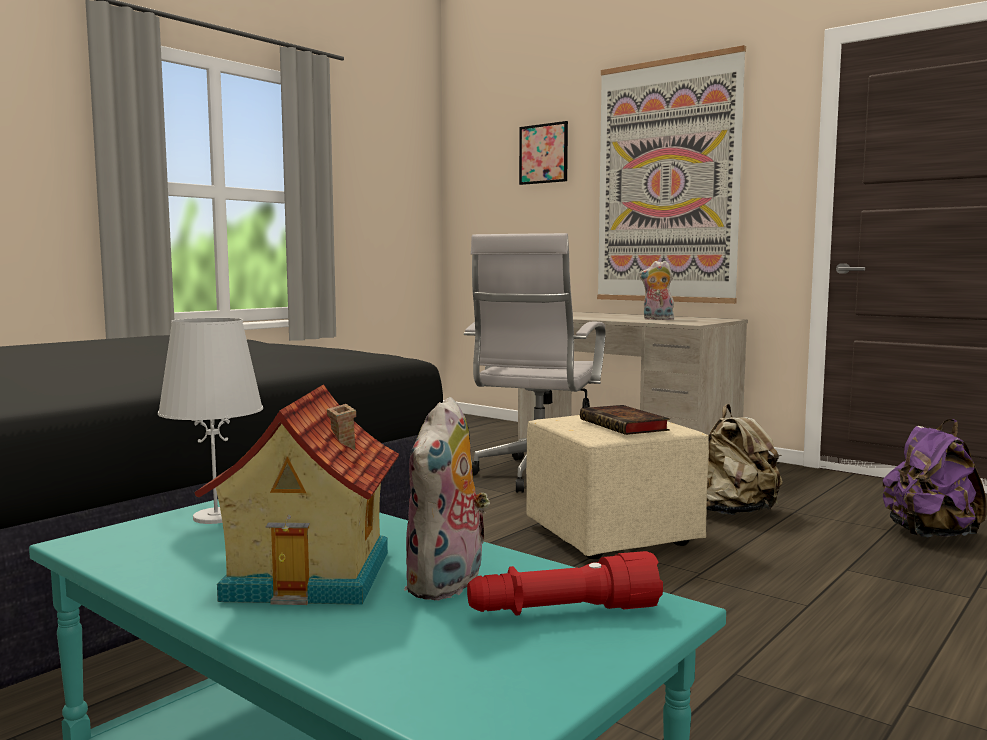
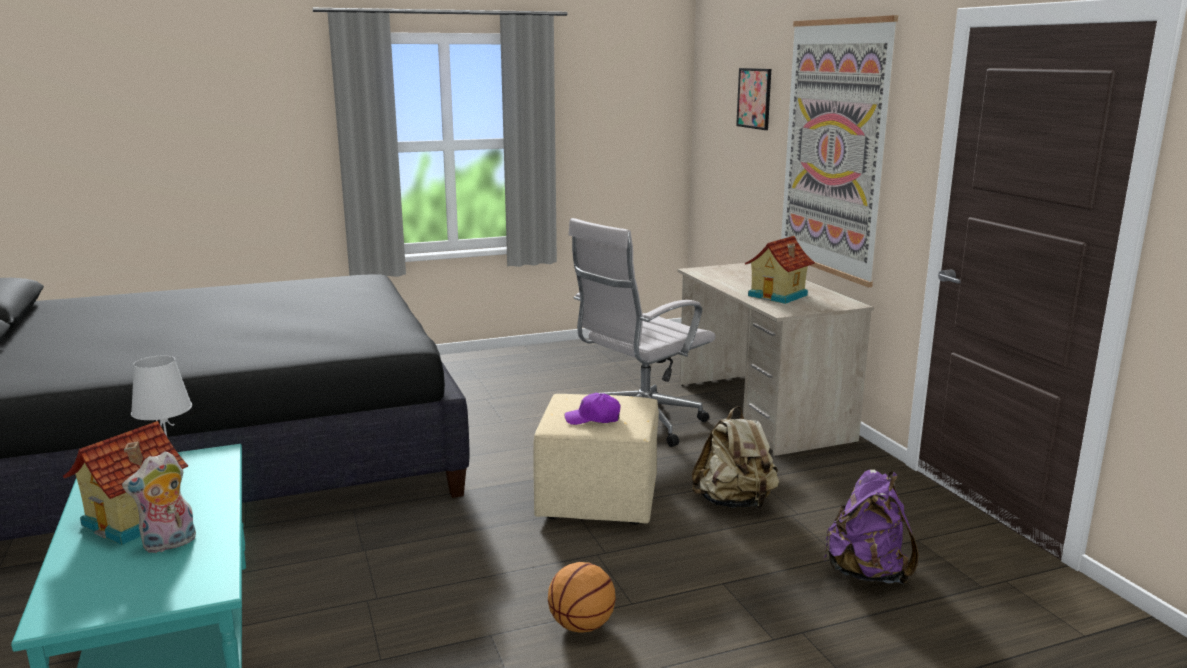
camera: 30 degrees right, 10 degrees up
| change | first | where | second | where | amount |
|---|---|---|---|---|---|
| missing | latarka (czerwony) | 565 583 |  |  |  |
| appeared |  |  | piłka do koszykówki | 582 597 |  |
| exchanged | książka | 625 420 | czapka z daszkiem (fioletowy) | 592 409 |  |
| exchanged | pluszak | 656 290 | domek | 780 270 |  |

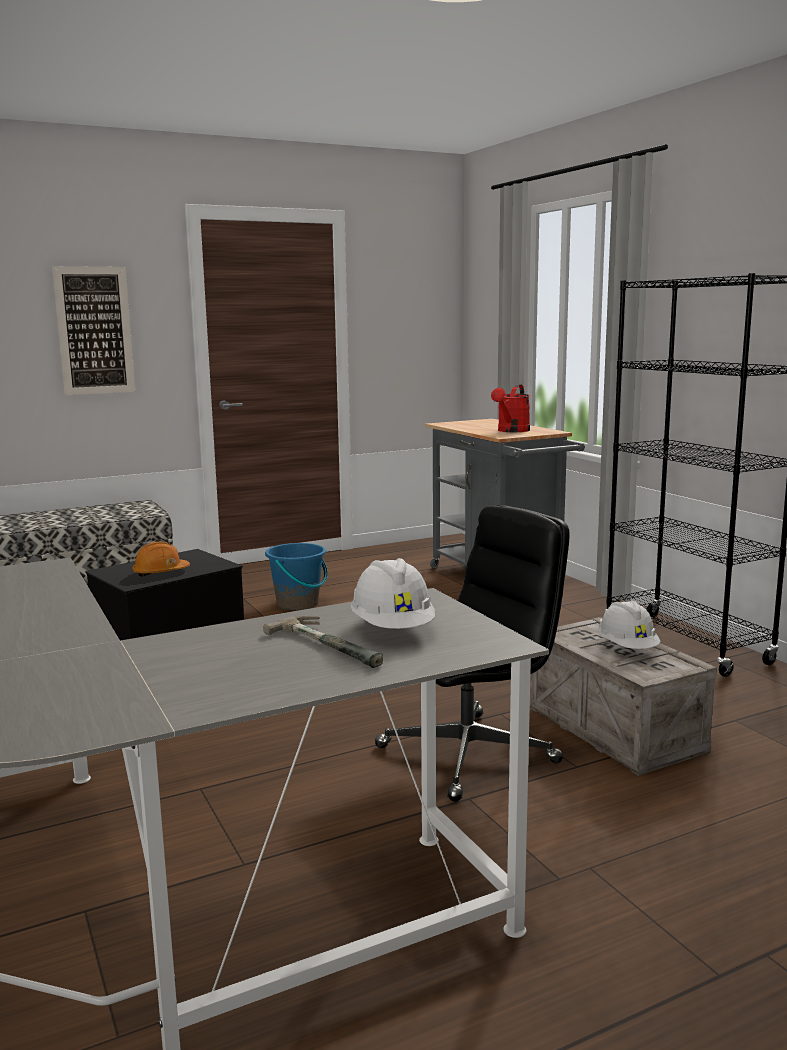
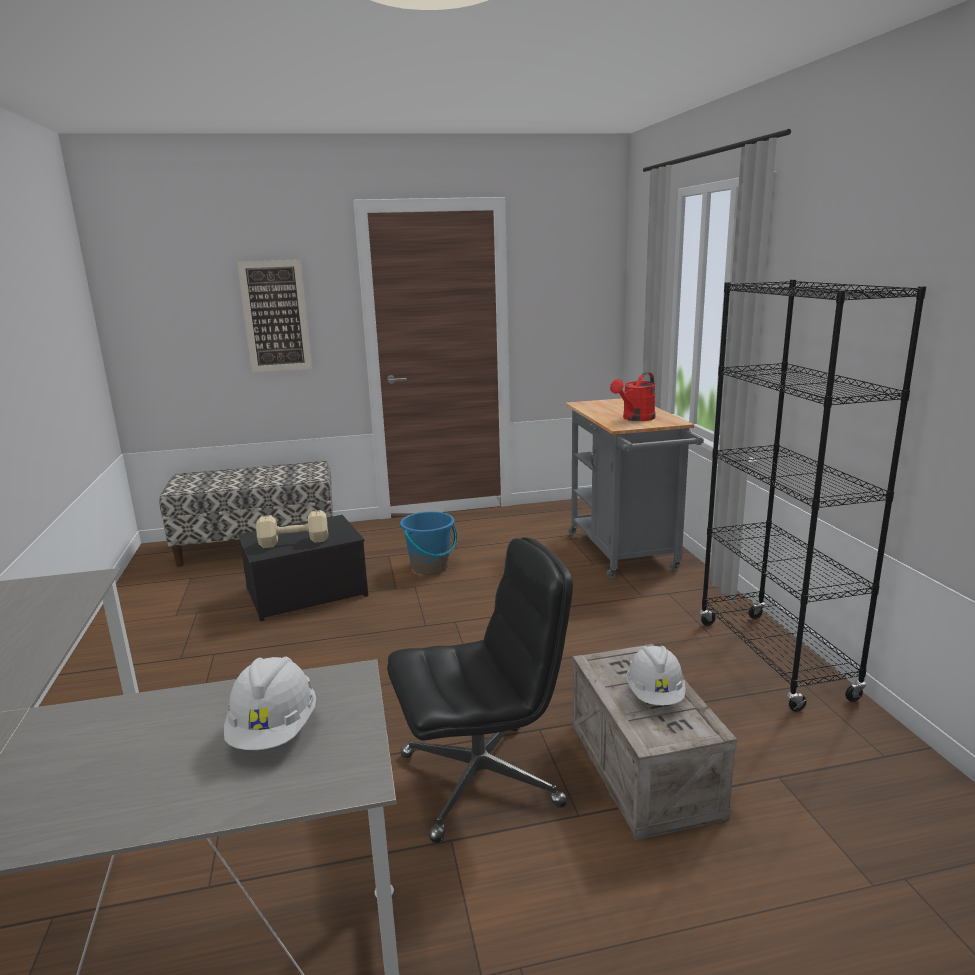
camera: 15 degrees right, 5 degrees up
| change | first | where | second | where | amount |
|---|---|---|---|---|---|
| missing | młotek | 323 642 |  |  |  |
| exchanged | kask (pomarańczowy) | 161 559 | hantel (beżowy) | 292 529 |  |

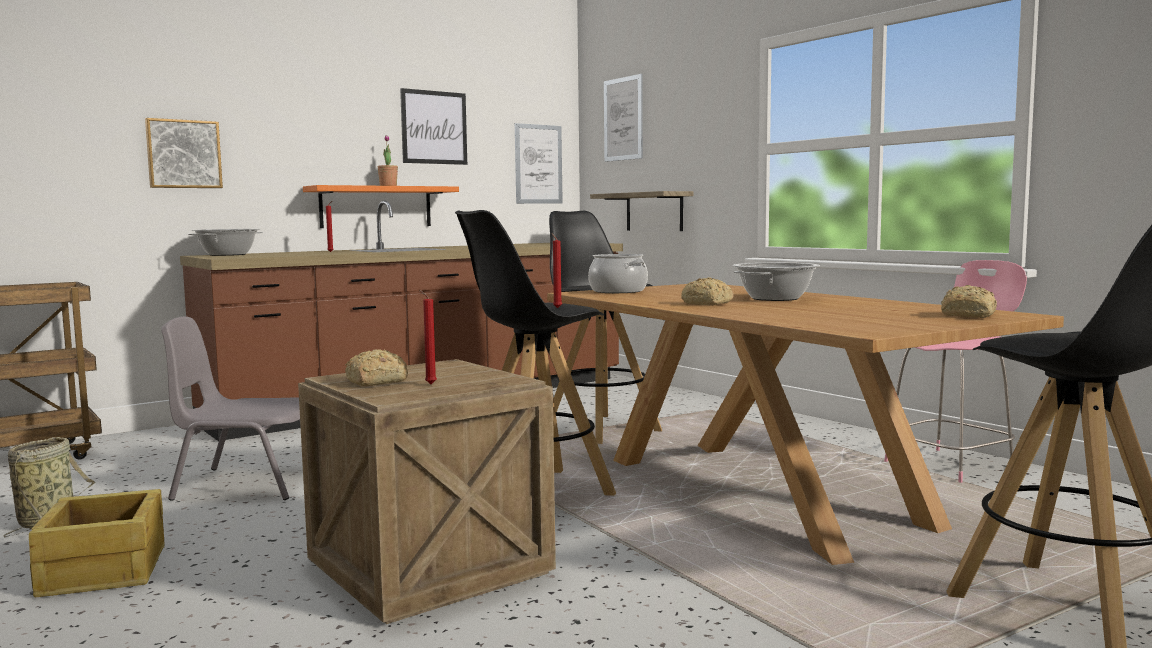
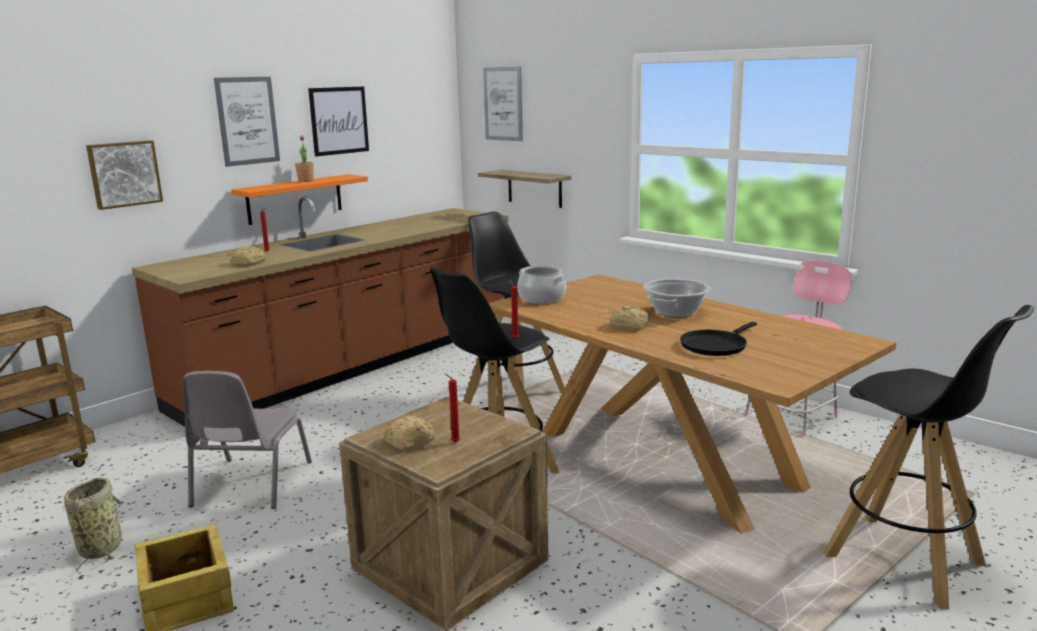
camera: 10 degrees left, 10 degrees up
| change | first | where | second | where | amount |
|---|---|---|---|---|---|
| missing | garnek | 225 242 |  |  |  |
| appeared |  |  | patelnia (czarny) | 718 339 |  |
| relocated | obraz | 539 163 |  | 247 122 |  |
| relocated | chleb | 969 301 |  | 248 256 |  |
| spun | krzesło (szary) | 230 408 |  | 247 440 | 75 degrees counterclockwise |

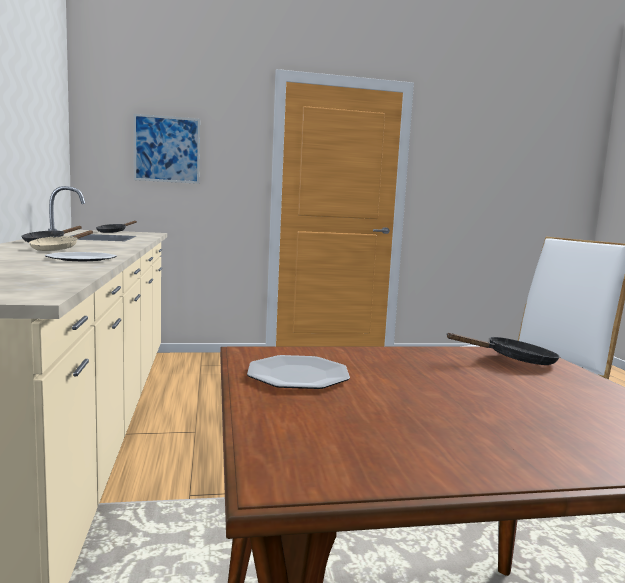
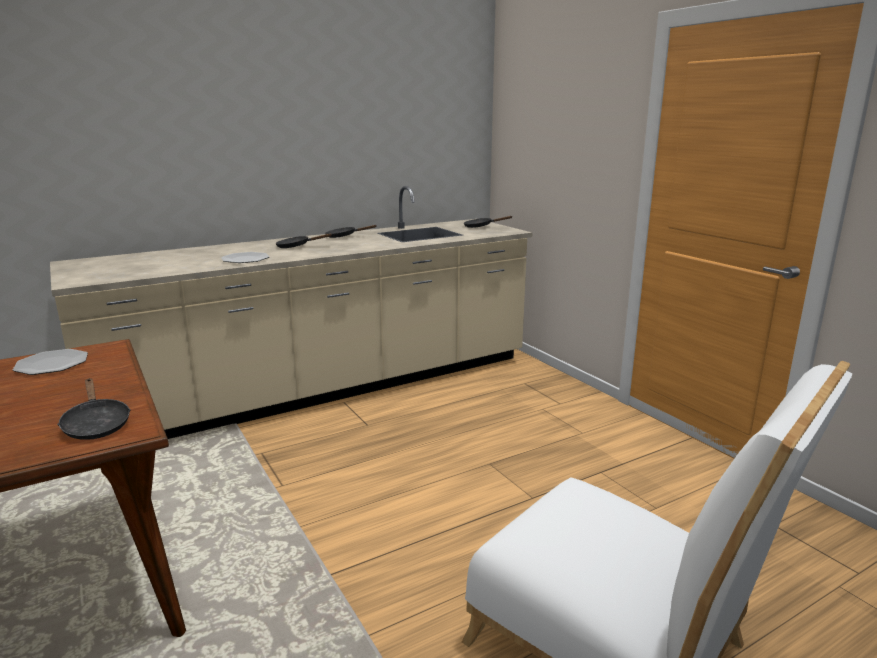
camera: 70 degrees right, 10 degrees up
| change | first | where | second | where | amount |
|---|---|---|---|---|---|
| missing | obraz | 167 149 |  |  |  |
| colour | patelnia (beżowy) | 61 240 | patelnia (czarny) | 303 240 |  |

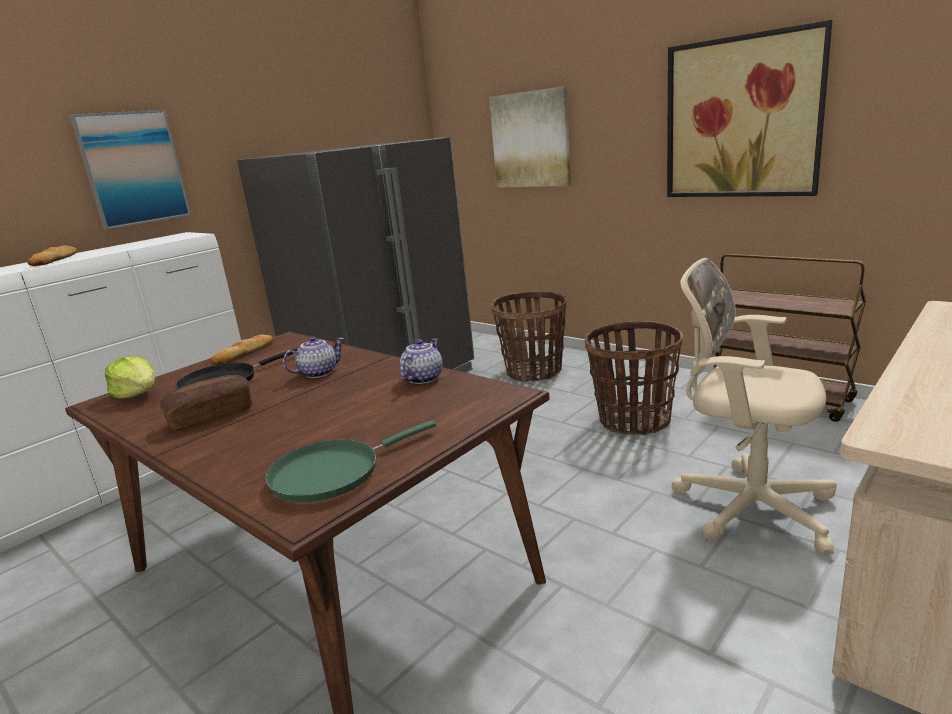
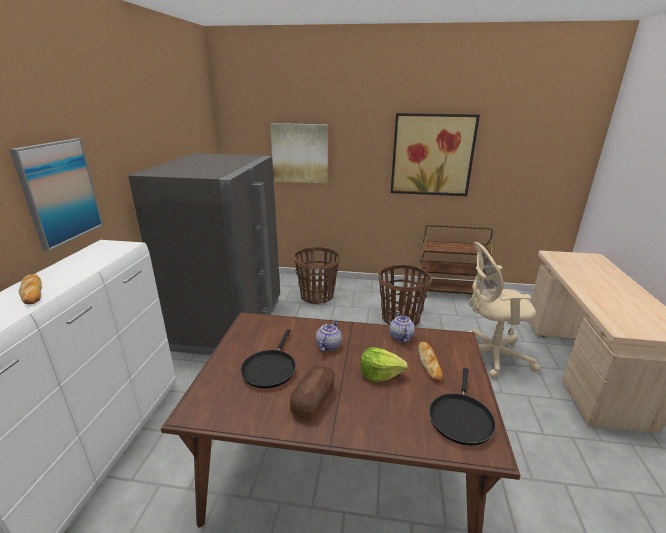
camera: 35 degrees left, 5 degrees up
| change | first | where | second | where | amount |
|---|---|---|---|---|---|
| relocated | sałata | 130 377 |  | 384 364 |  |
| relocated | chleb | 241 349 |  | 430 362 |  |
| colour | patelnia (zielony) | 350 461 | patelnia (czarny) | 462 407 |  |

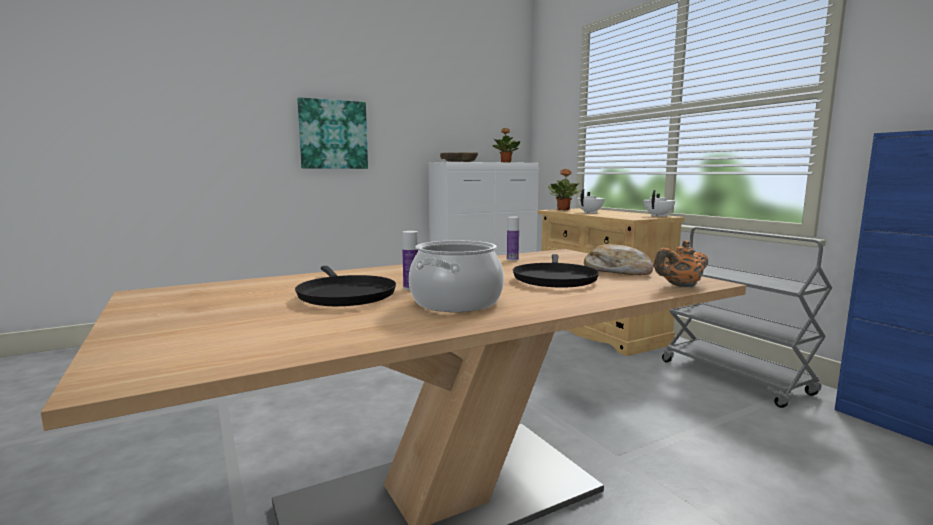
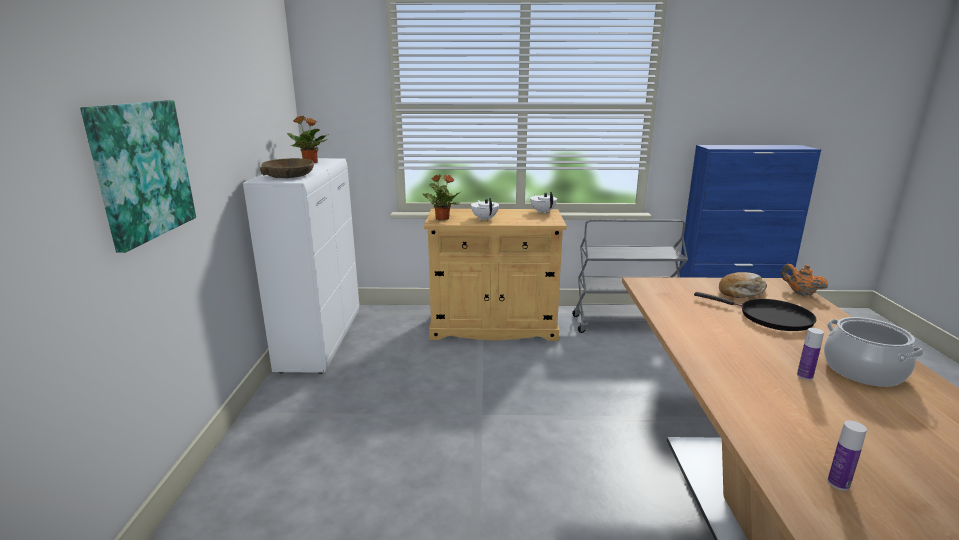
camera: 60 degrees left, 10 degrees up
| change | first | where | second | where | amount |
|---|---|---|---|---|---|
| missing | patelnia (czarny) | 345 286 |  |  |  |
| relocated | butelka | 513 239 |  | 847 456 |  |
| spun | imbryk (pomarańczowy) | 681 263 |  | 805 280 | 135 degrees clockwise |

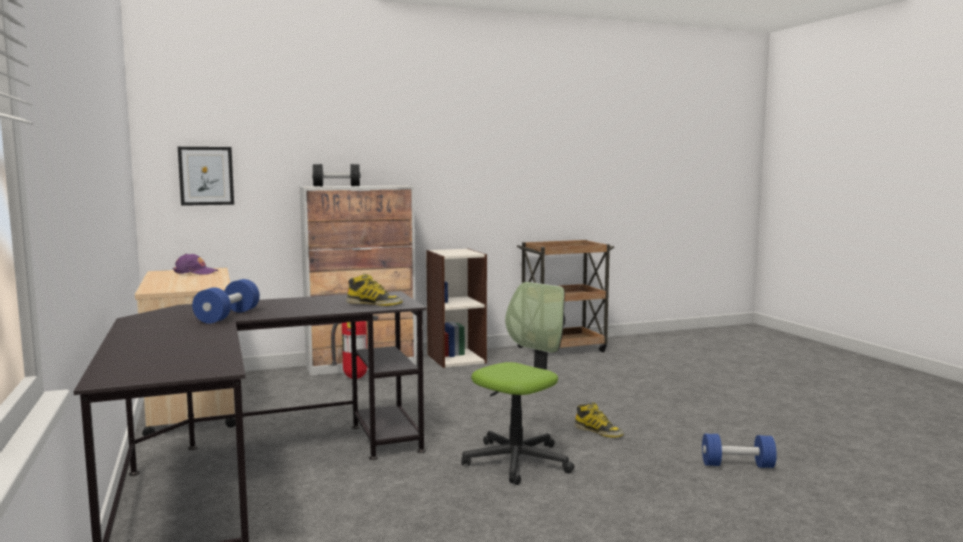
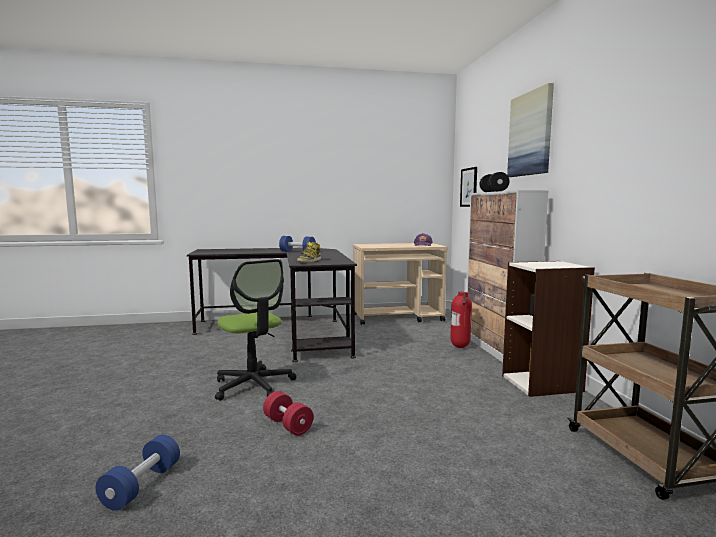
camera: 100 degrees right, 0 degrees up
| change | first | where | second | where | amount |
|---|---|---|---|---|---|
| appeared |  |  | obraz | 530 130 |  |
| exchanged | but z cholewką | 599 419 | hantel (czerwony) | 288 413 |  |

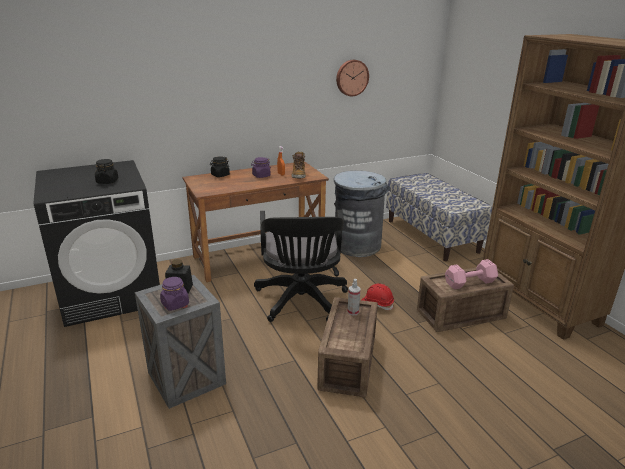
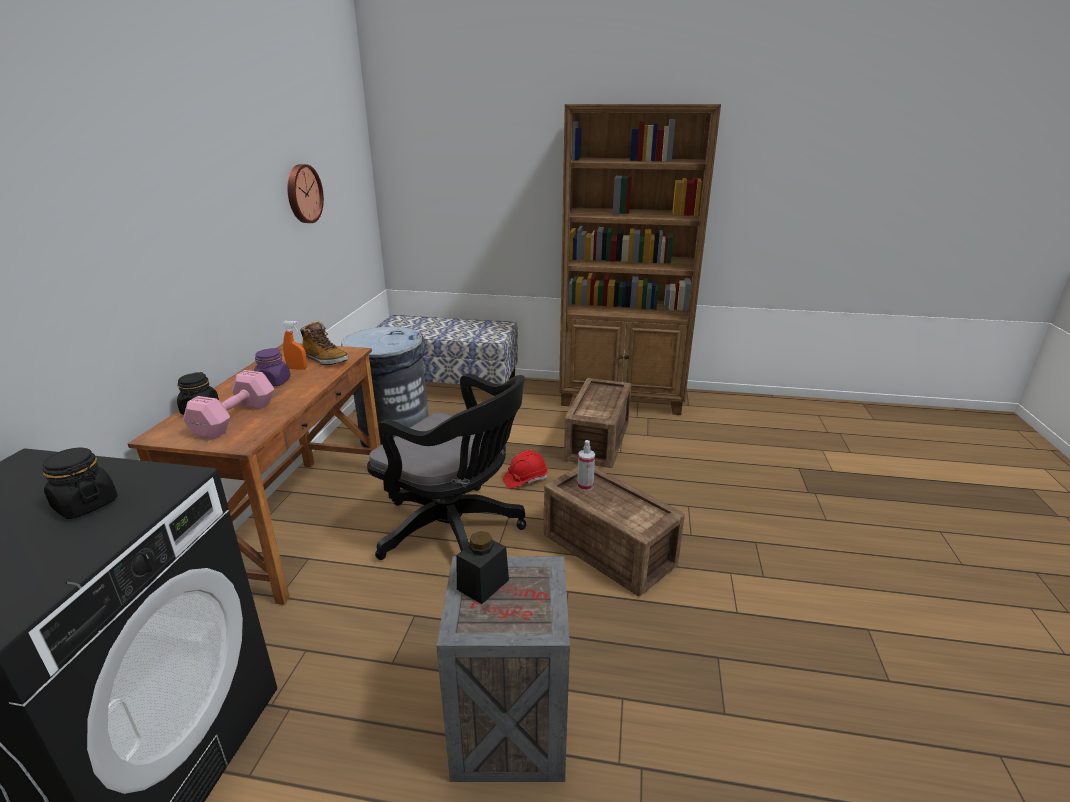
camera: 55 degrees left, 0 degrees up
| change | first | where | second | where | amount |
|---|---|---|---|---|---|
| missing | słoik (fioletowy) | 174 294 |  |  |  |
| relocated | hantel (różowy) | 471 274 |  | 228 404 |  |

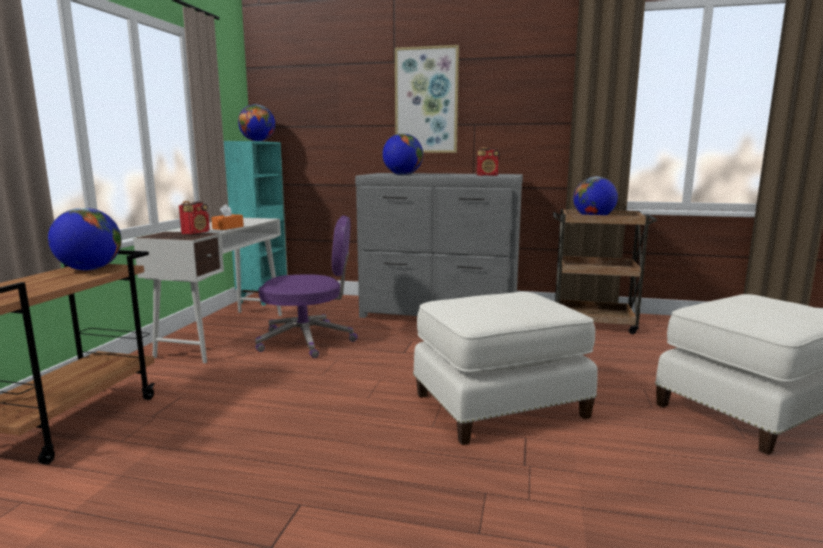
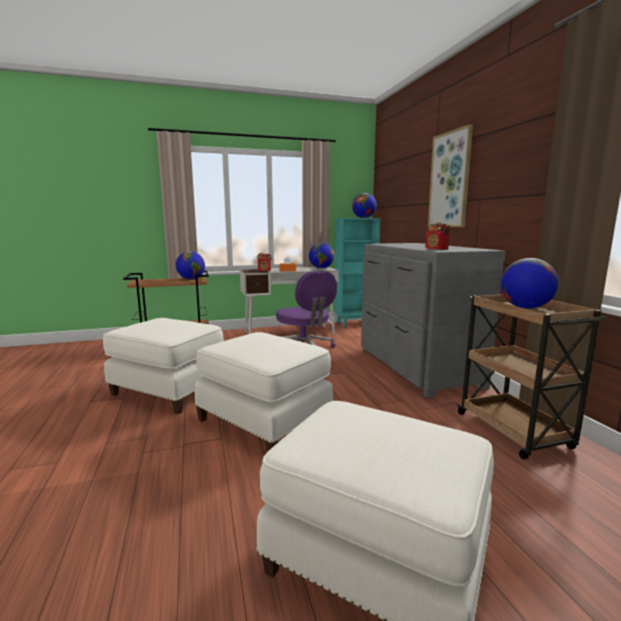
camera: 60 degrees right, 0 degrees up
| change | first | where | second | where | amount |
|---|---|---|---|---|---|
| appeared |  |  | pufa (biały) | 163 366 |  |
| relocated | globus | 402 154 |  | 321 256 |  |

